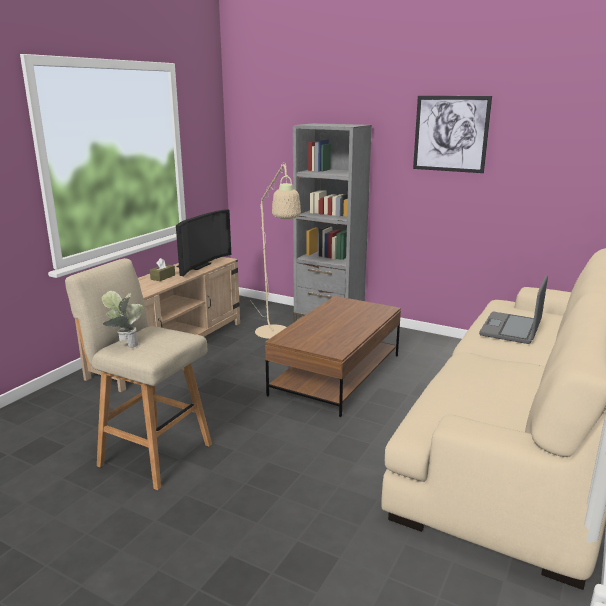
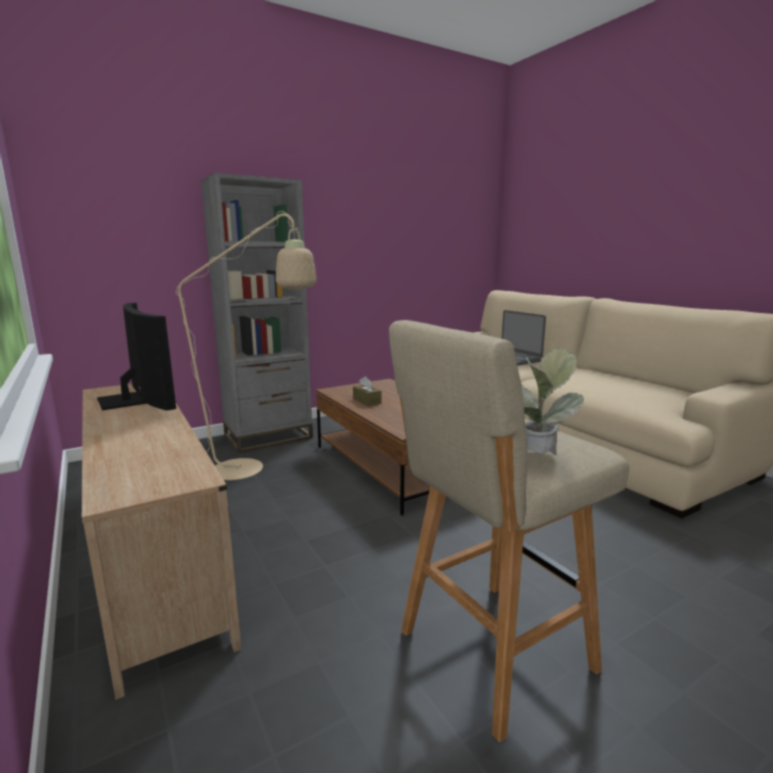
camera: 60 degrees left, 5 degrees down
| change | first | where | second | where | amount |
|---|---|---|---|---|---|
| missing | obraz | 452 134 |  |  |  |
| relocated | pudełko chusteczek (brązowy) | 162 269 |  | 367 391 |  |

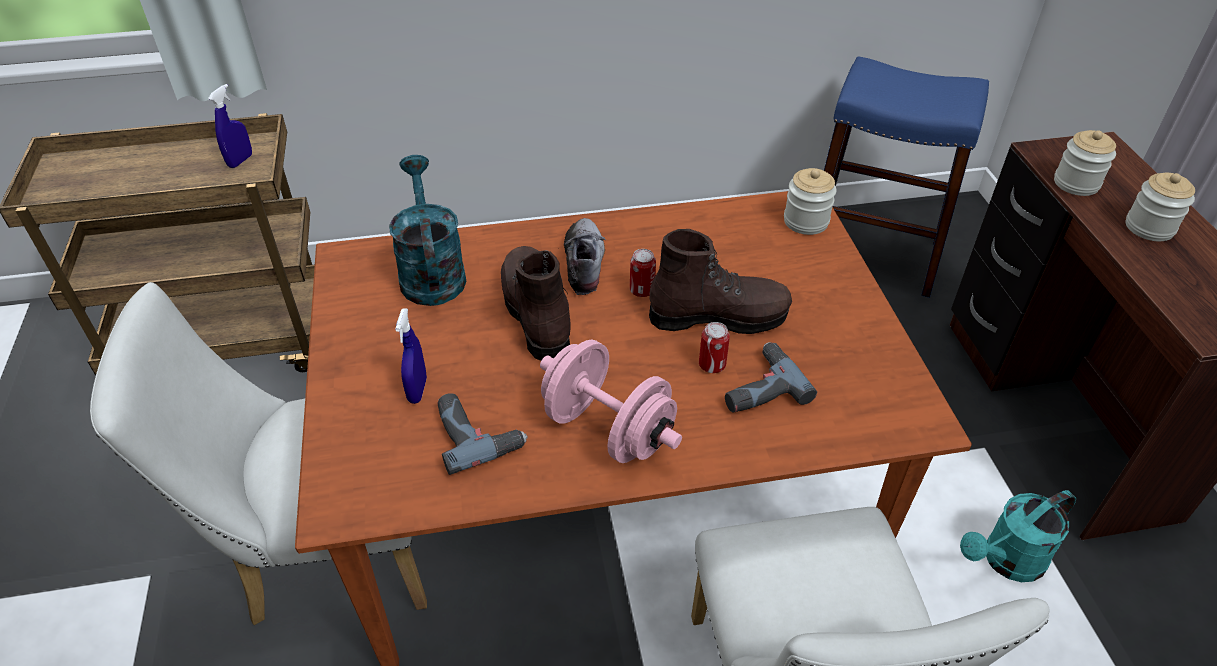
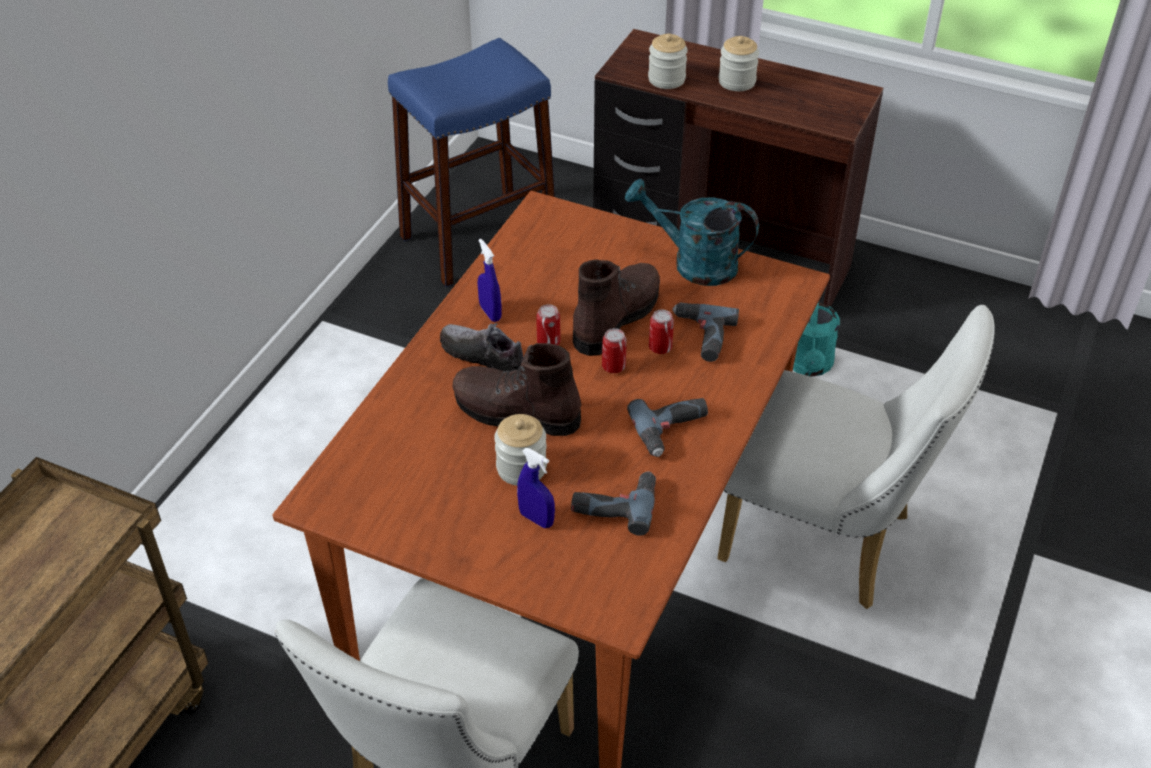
camera: 55 degrees left, 0 degrees up
| change | first | where | second | where | amount |
|---|---|---|---|---|---|
| appeared |  |  | puszka | 614 350 |  |
| relocated | spryskiwacz (niebieski) | 230 126 |  | 489 280 |  |
| relocated | konewka (turkusowy) | 428 230 |  | 692 232 |  |
| relocated | słoik | 810 201 |  | 520 450 |  |
| exchanged | hantel (różowy) | 611 401 | wiertarka | 667 427 |  |

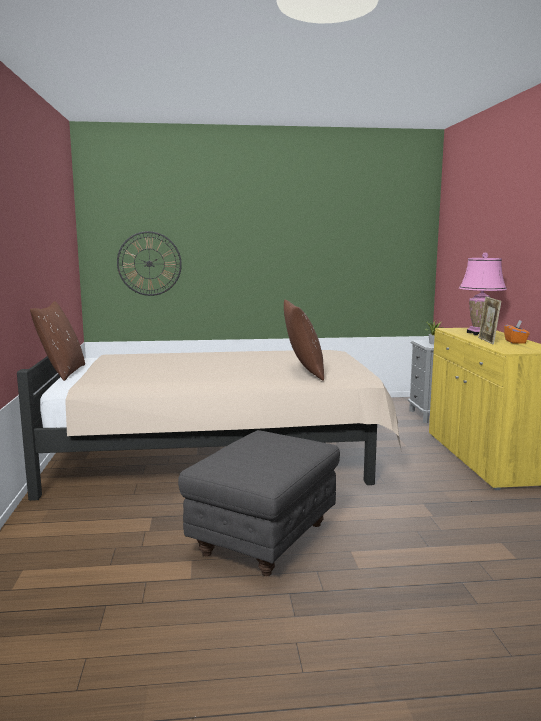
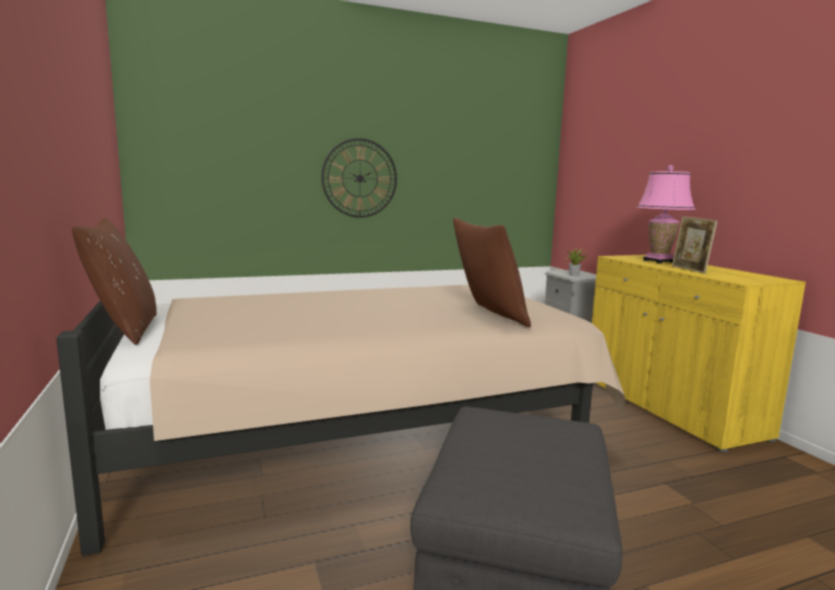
camera: 15 degrees left, 0 degrees up
| change | first | where | second | where | amount |
|---|---|---|---|---|---|
| missing | pudełko chusteczek (pomarańczowy) | 517 332 |  |  |  |
| relocated | zegar ścienny | 149 263 |  | 359 178 |  |

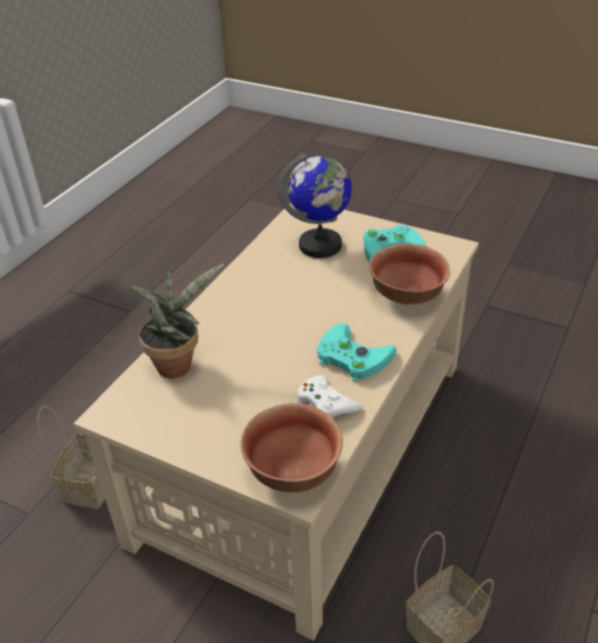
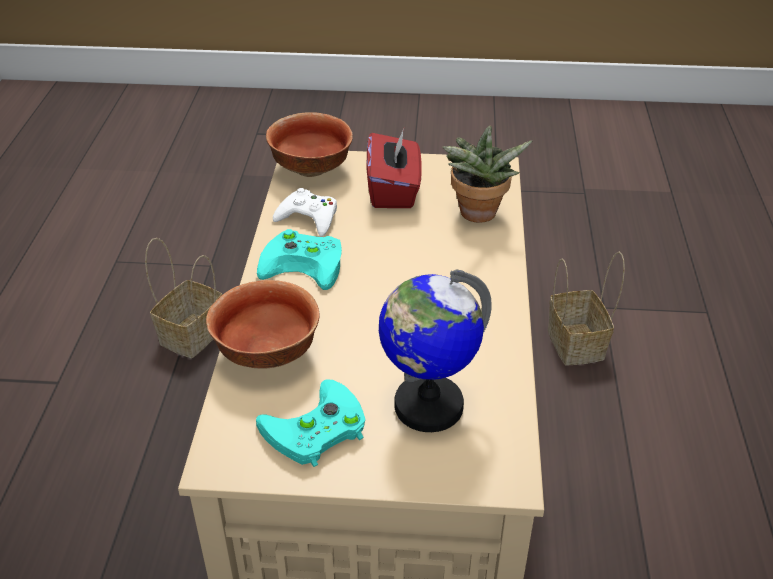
camera: 155 degrees right, 0 degrees up
| change | first | where | second | where | amount |
|---|---|---|---|---|---|
| appeared |  |  | pudełko chusteczek (czerwony) | 394 168 |  |

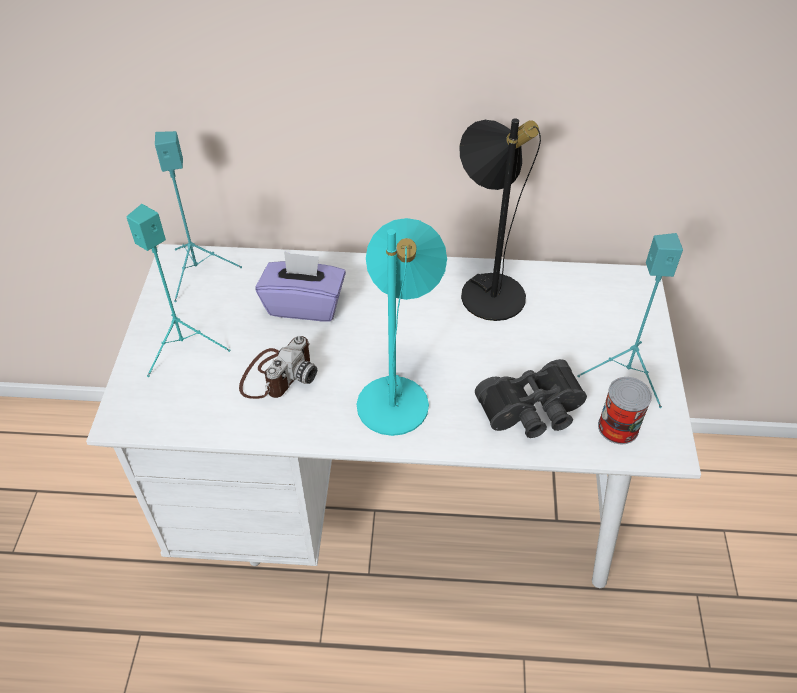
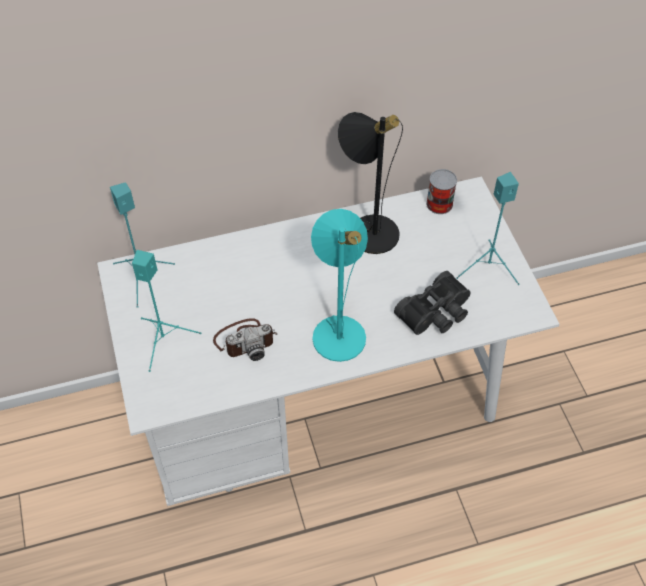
camera: 20 degrees left, 5 degrees up
| change | first | where | second | where | amount |
|---|---|---|---|---|---|
| missing | pudełko chusteczek (fioletowy) | 301 286 |  |  |  |
| relocated | puszka | 625 410 |  | 441 191 |  |
| spun | aparat fotograficzny | 278 367 |  | 245 339 | 60 degrees clockwise |

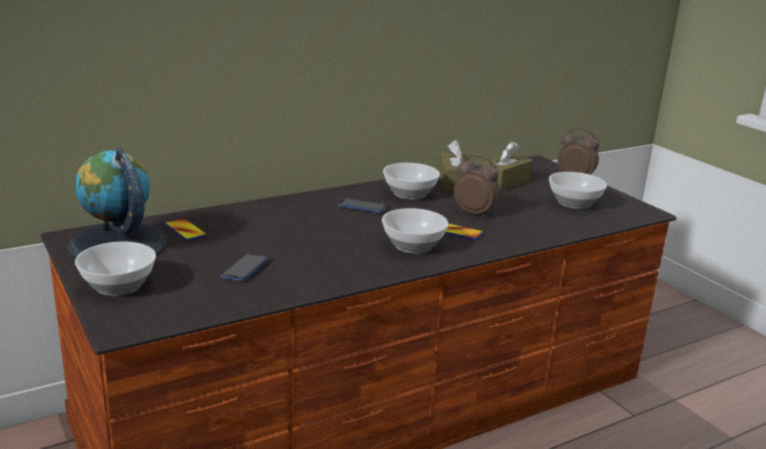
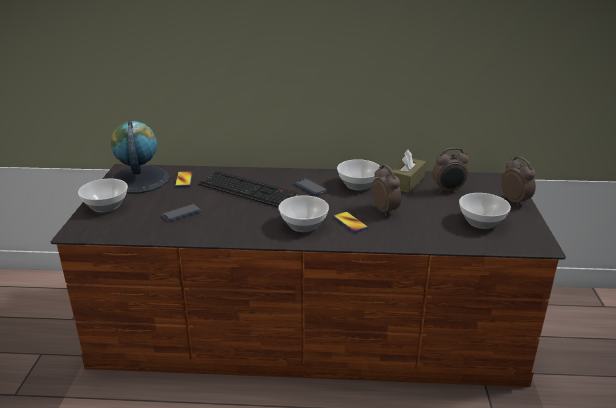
camera: 35 degrees right, 5 degrees up
| change | first | where | second | where | amount |
|---|---|---|---|---|---|
| appeared |  |  | klawiatura | 248 189 |  |
| exchanged | pudełko chusteczek (brązowy) | 507 166 | budzik | 450 170 |  |

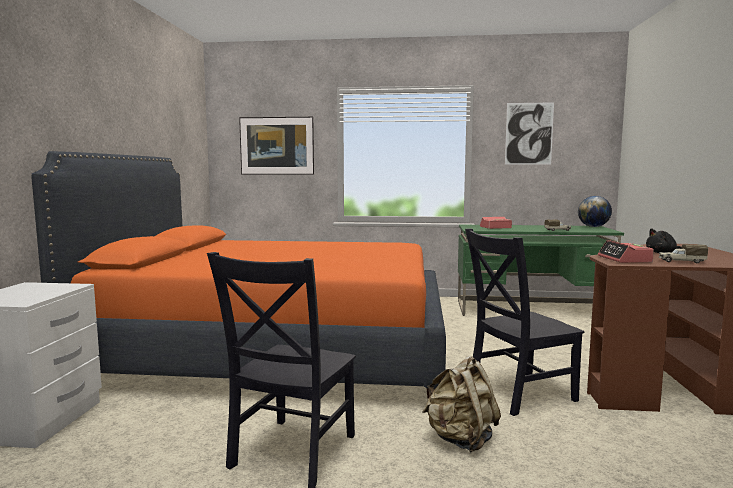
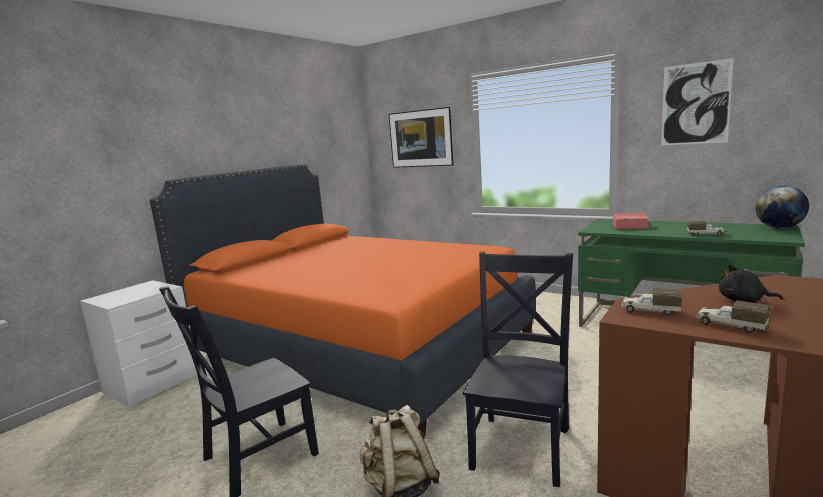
camera: 30 degrees right, 5 degrees up
| change | first | where | second | where | amount |
|---|---|---|---|---|---|
| exchanged | budzik | 626 251 | ciężarówka zabawkowa | 651 302 |  |
| spun | krzesło (czarny) | 524 322 |  | 518 369 | 105 degrees clockwise |

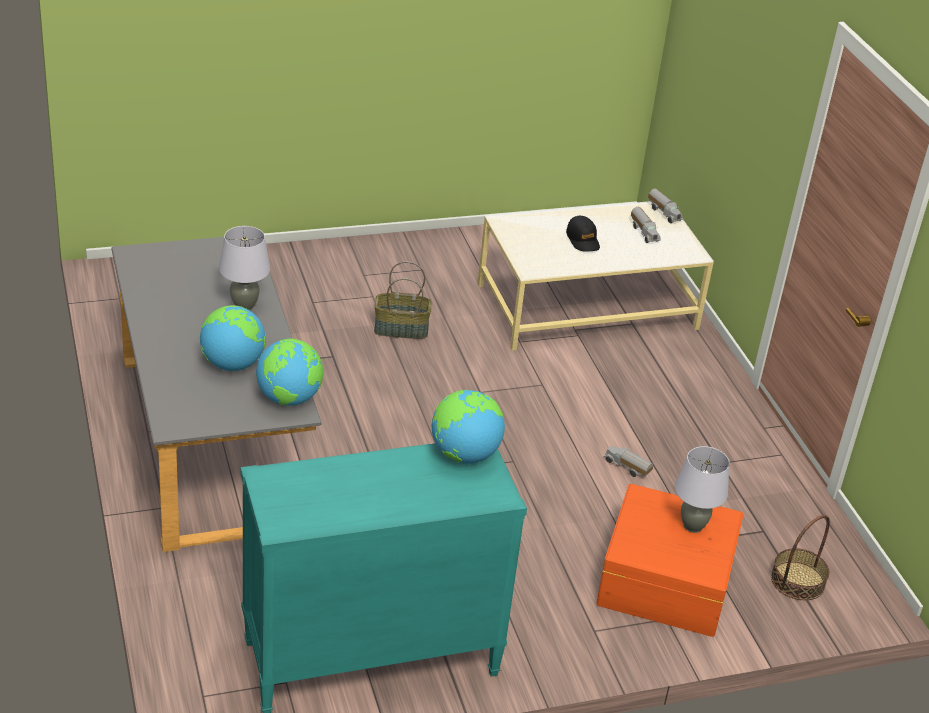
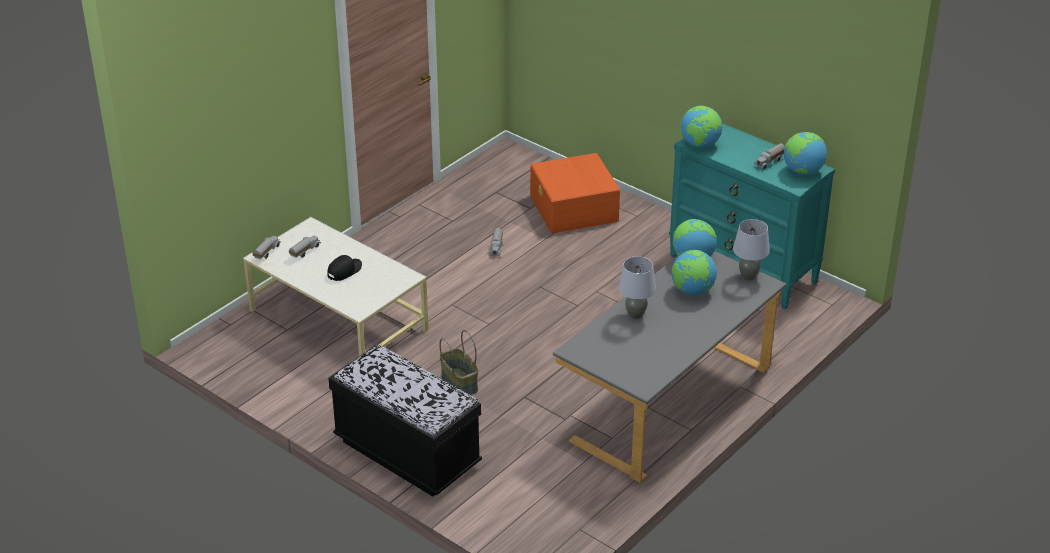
camera: 120 degrees left, 0 degrees up
| change | first | where | second | where | amount |
|---|---|---|---|---|---|
| missing | koszyk | 800 557 |  |  |  |
| appeared |  |  | ławka (czarny) | 405 420 |  |
| appeared |  |  | ciężarówka zabawkowa | 769 156 |  |
| appeared |  |  | globus | 805 153 |  |
| relocated | lampa stołowa (szary) | 702 489 |  | 751 250 |  |

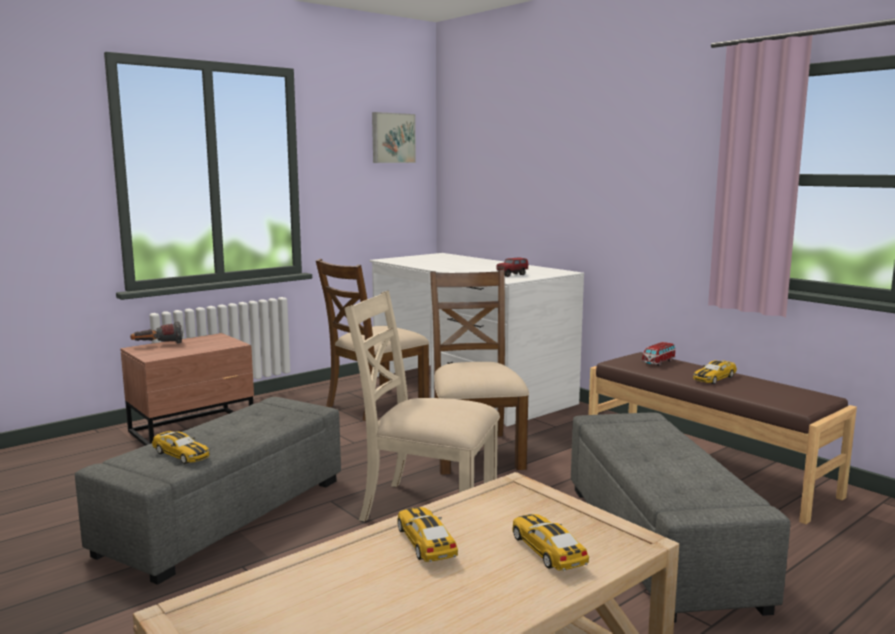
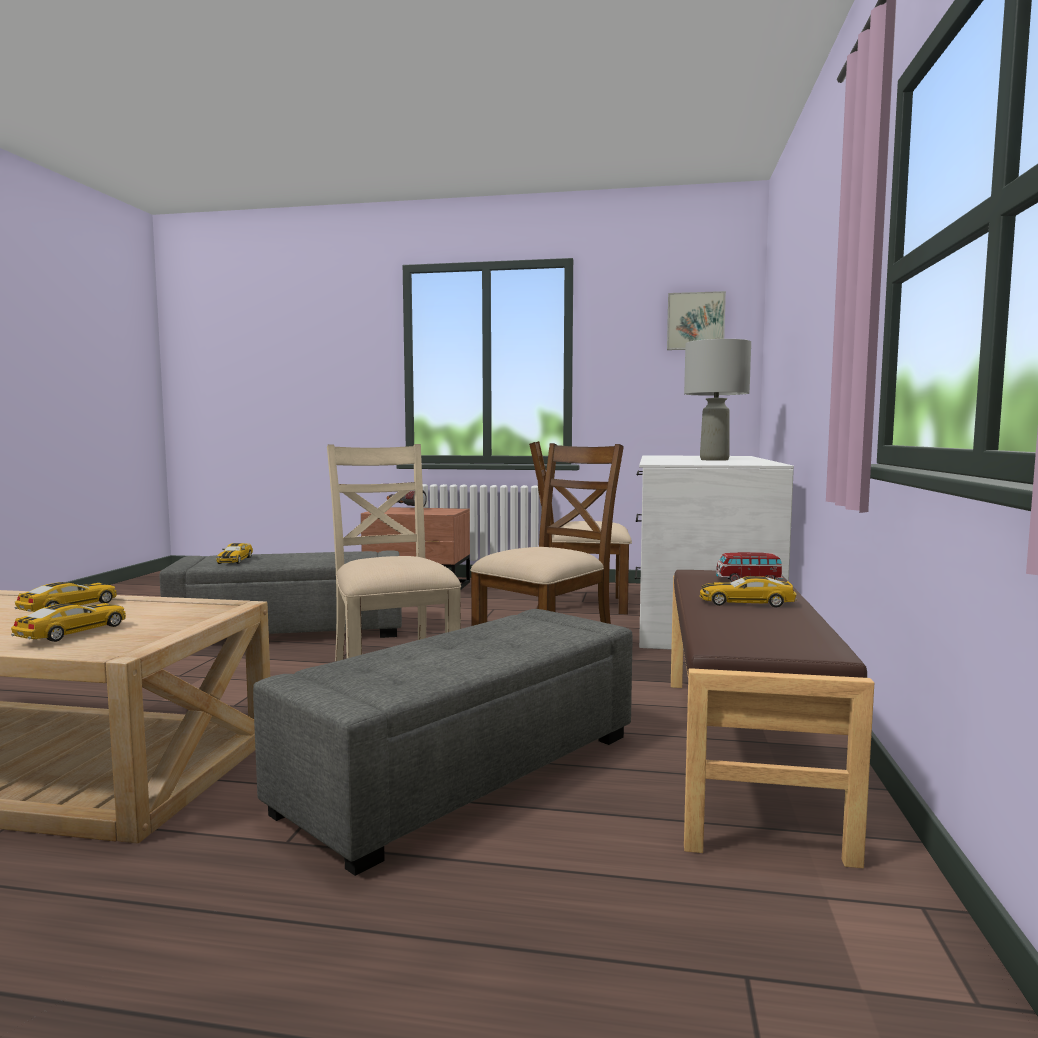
camera: 50 degrees right, 5 degrees down
| change | first | where | second | where | amount |
|---|---|---|---|---|---|
| missing | ciężarówka zabawkowa | 512 267 |  |  |  |
| appeared |  |  | lampa stołowa (szary) | 717 399 |  |

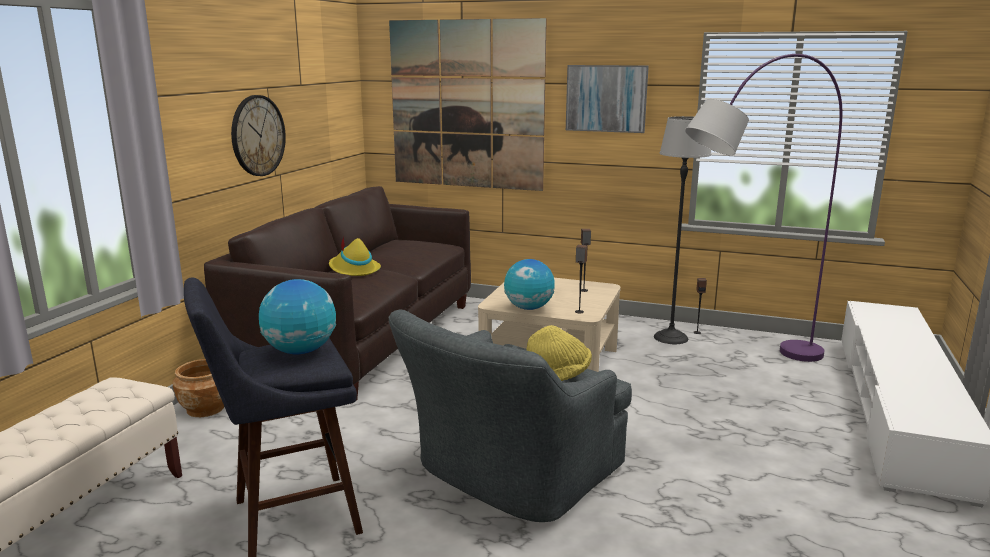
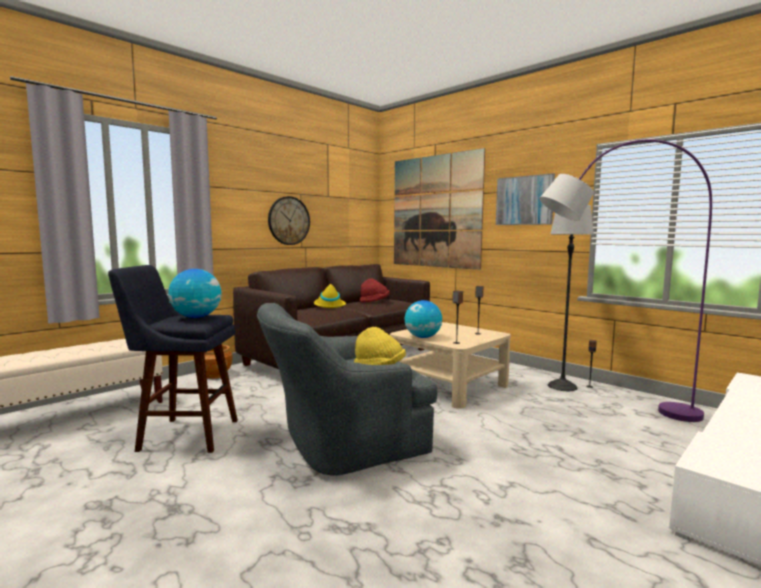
camera: 25 degrees right, 10 degrees down
| change | first | where | second | where | amount |
|---|---|---|---|---|---|
| appeared |  |  | kapelusz (czerwony) | 375 290 |  |

